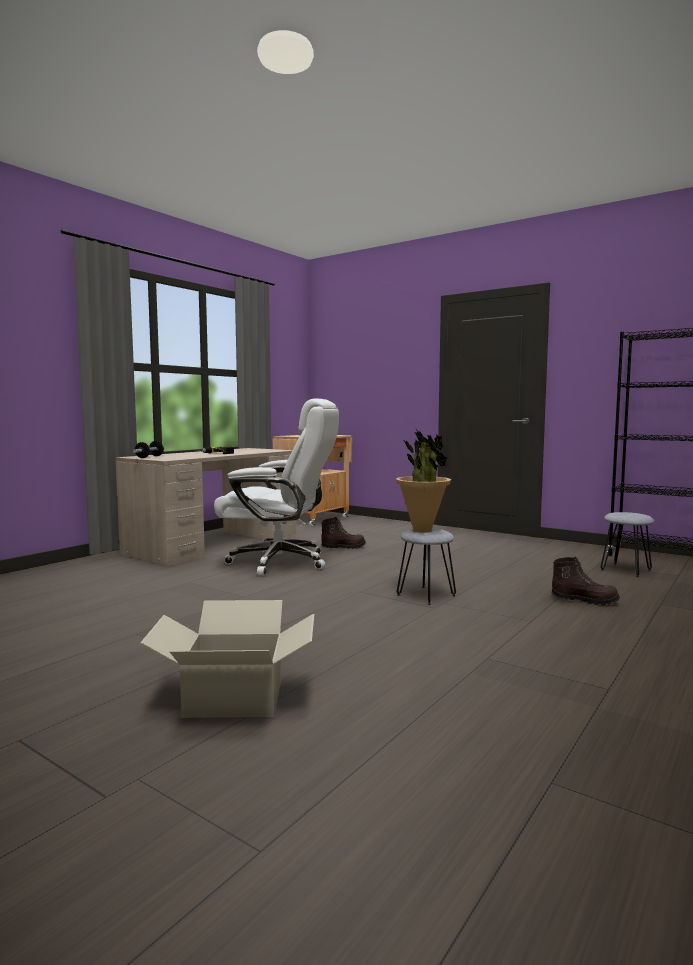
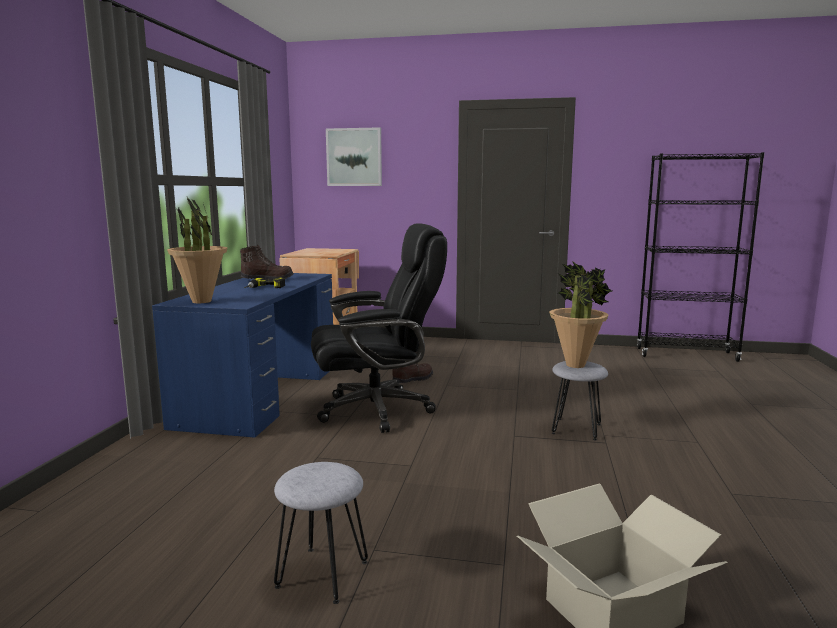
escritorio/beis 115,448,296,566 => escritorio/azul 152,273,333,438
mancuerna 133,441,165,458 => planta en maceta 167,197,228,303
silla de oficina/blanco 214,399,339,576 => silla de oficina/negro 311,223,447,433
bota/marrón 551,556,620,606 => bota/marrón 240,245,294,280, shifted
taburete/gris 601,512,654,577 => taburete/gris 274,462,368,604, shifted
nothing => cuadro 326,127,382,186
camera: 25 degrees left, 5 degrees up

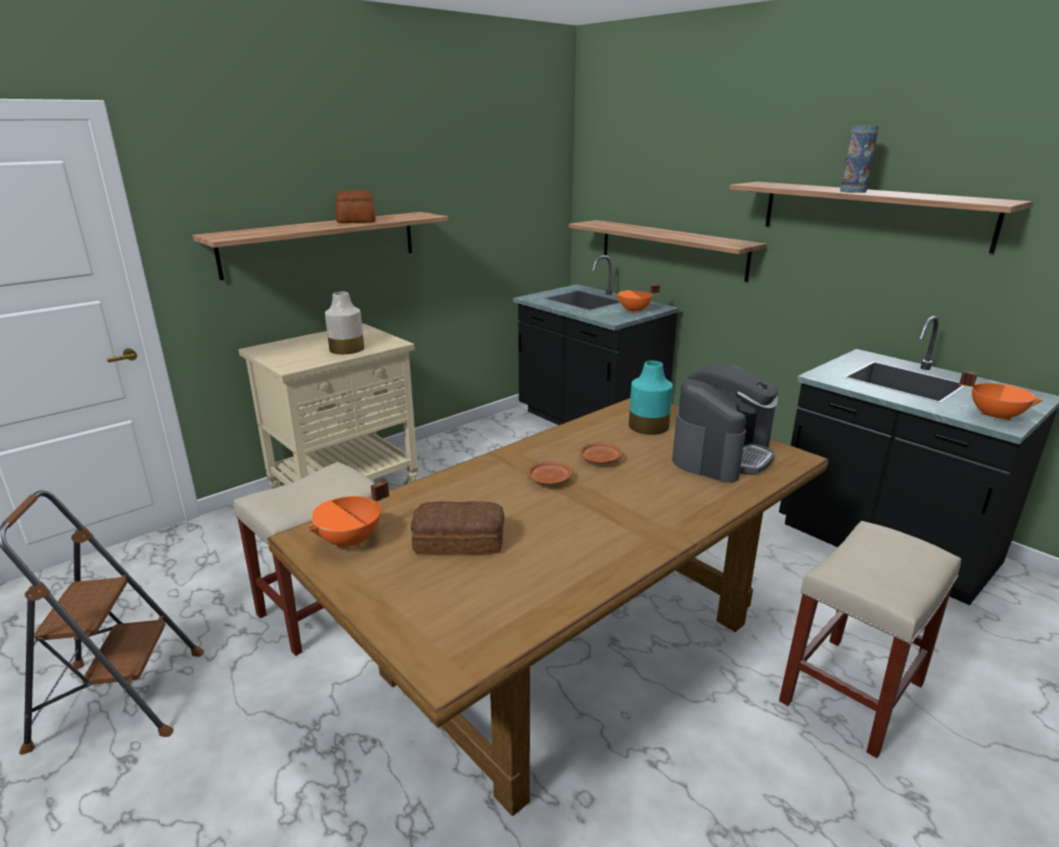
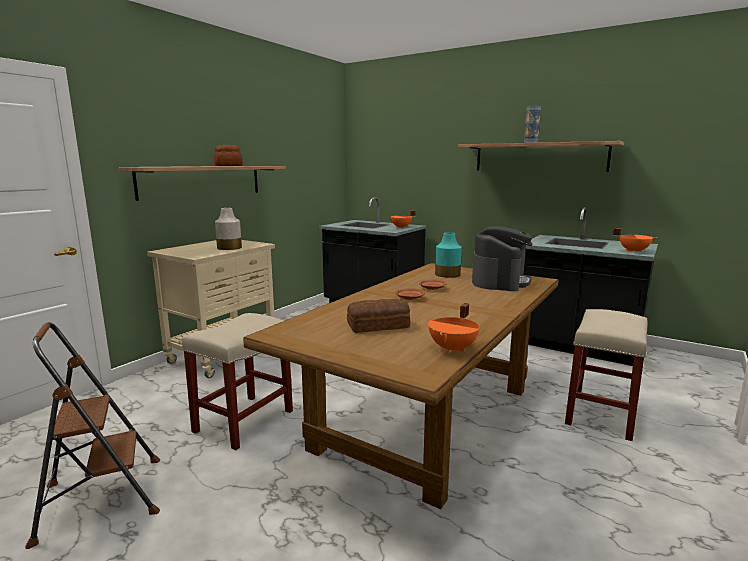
olla/naranja 307,480,389,548 => olla/naranja 428,303,480,353, shifted
estante 569,220,767,282 => nothing
camera: 15 degrees left, 10 degrees down

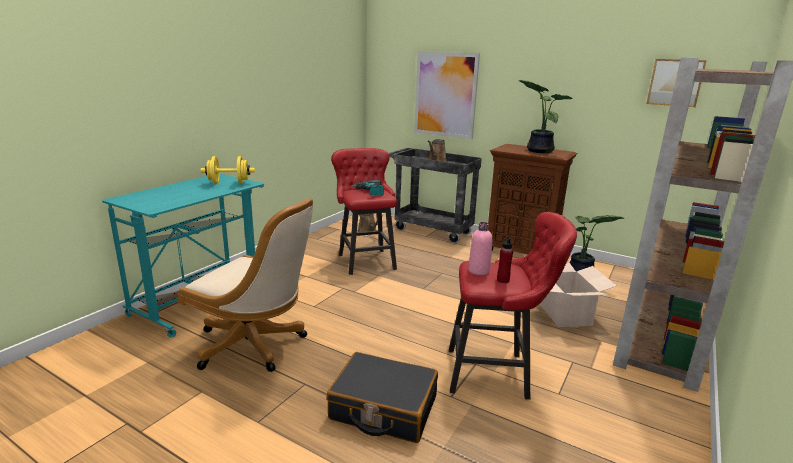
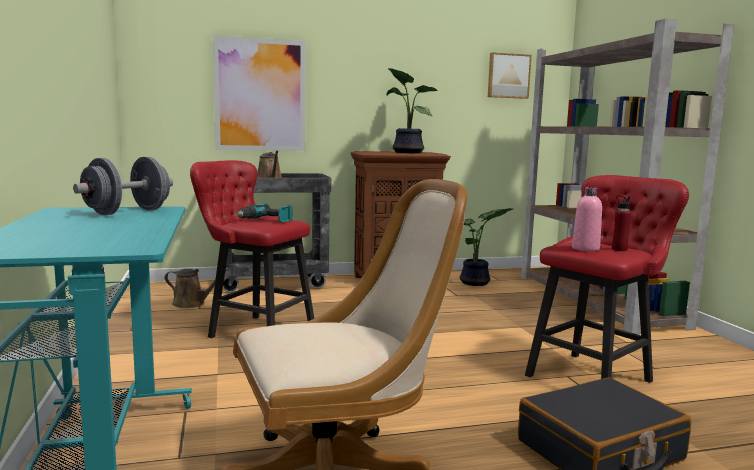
mancuerna/amarillo 201,156,255,184 => mancuerna/gris 73,157,173,215
caja de cartón 540,263,616,327 => nothing
camera: 45 degrees left, 10 degrees down

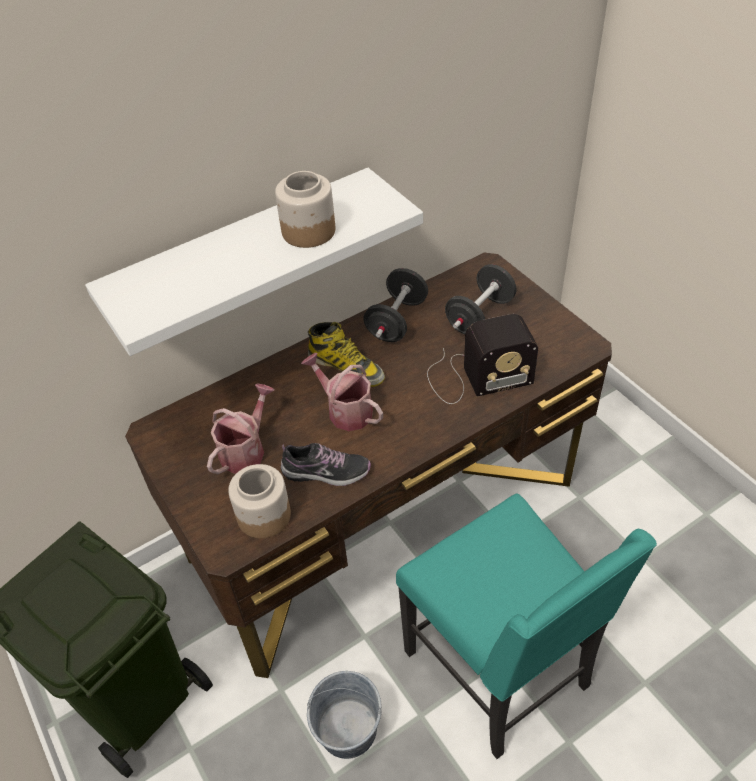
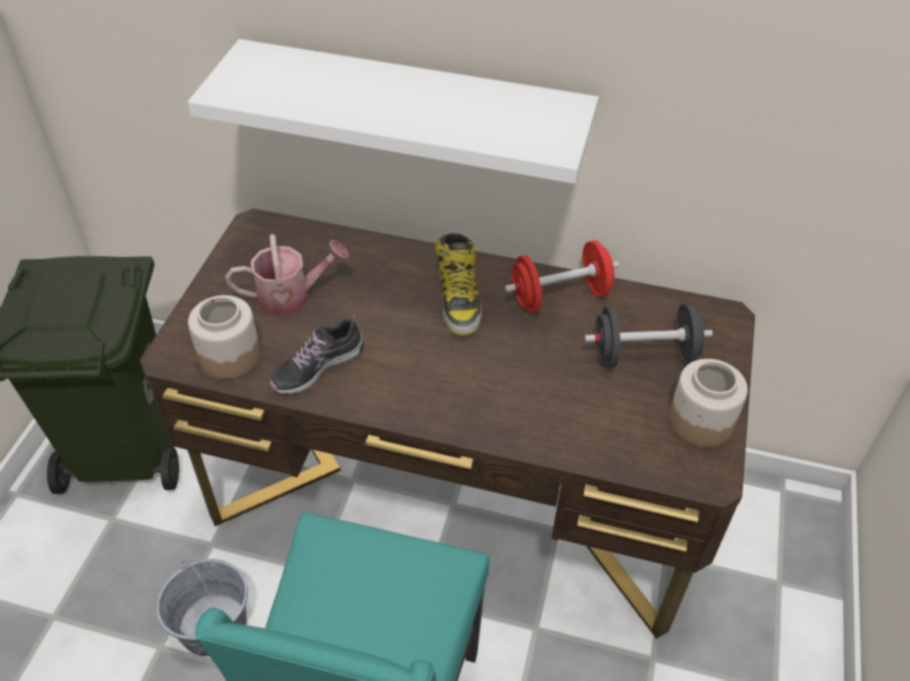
tarro 275,171,335,248 => tarro 669,359,748,447, shifted
zapato 281,443,371,486 => zapato 270,315,364,394, 90 degrees clockwise
regadera 301,353,383,431 => nothing
mancuerna/negro 363,268,428,342 => mancuerna/rojo 505,240,619,313
radio 427,314,538,404 => nothing
camera: 45 degrees right, 0 degrees up

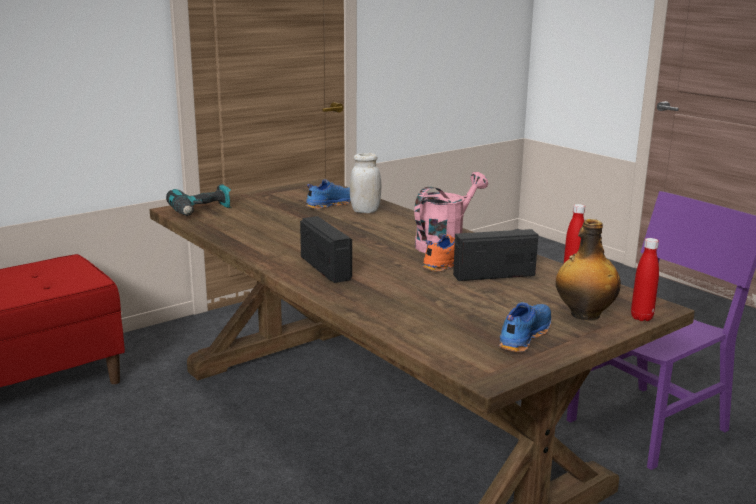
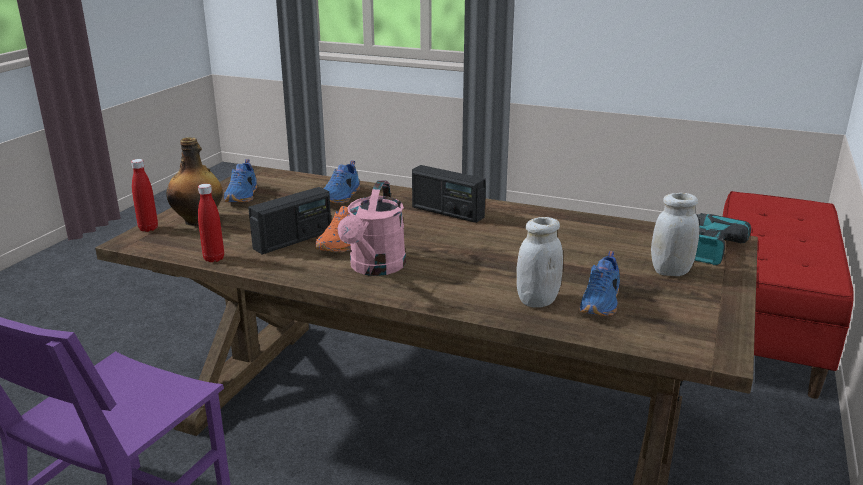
nothing => zapato/azul 324,160,360,204
nothing => tarro/blanco 651,193,699,276
camera: 150 degrees right, 5 degrees up

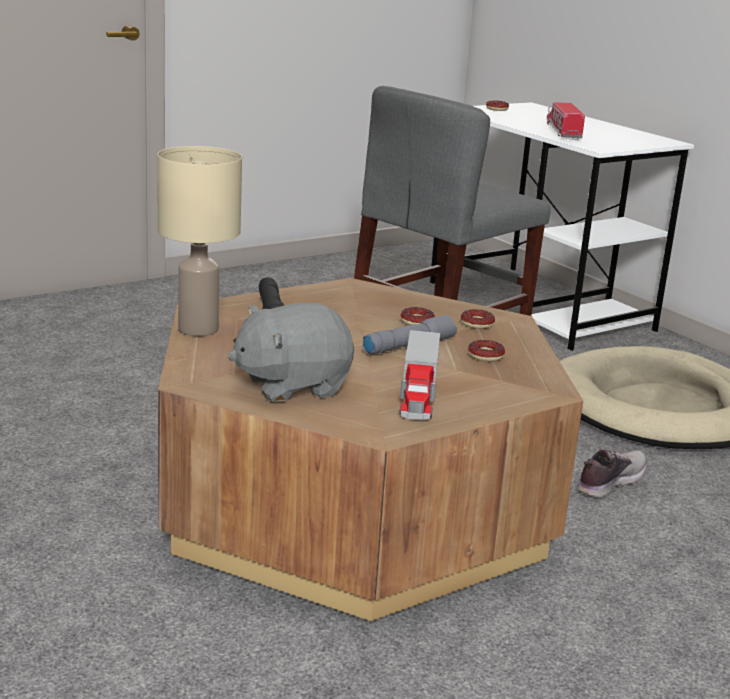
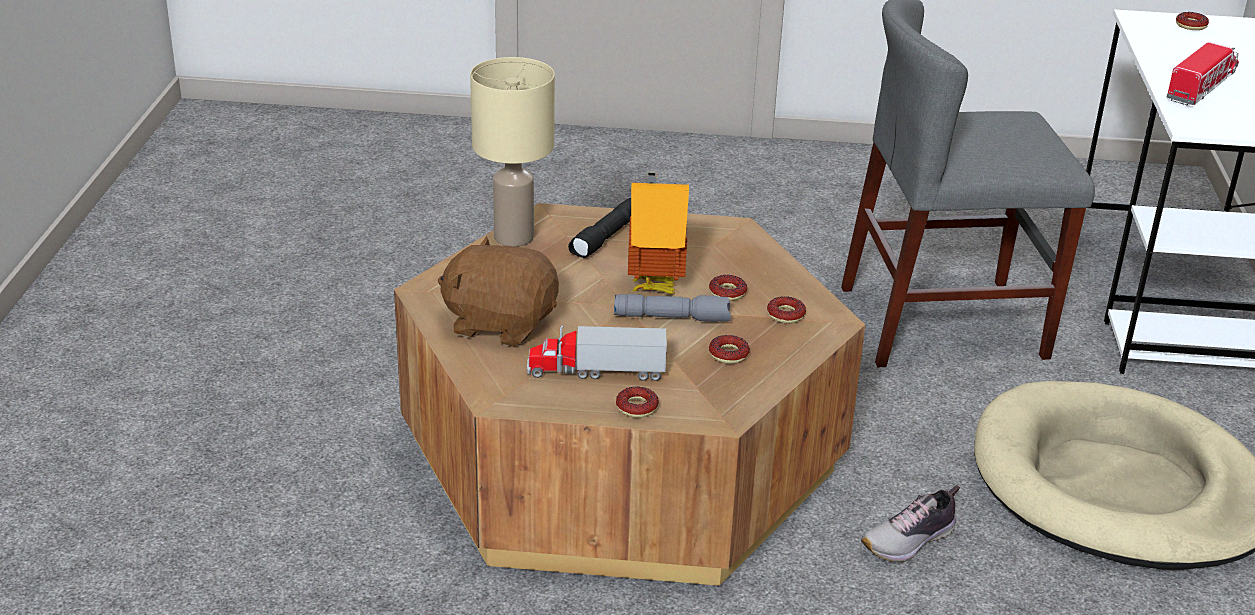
peluche/gris 228,303,354,402 => peluche/marrón 438,236,559,347
camión de juguete 399,330,440,420 => camión de juguete 527,325,667,381, 45 degrees clockwise
zapato 577,449,647,498 => zapato 861,485,960,562, 150 degrees clockwise
nothing => rosquilla 616,386,659,418
nothing => casita 628,172,689,294
camera: 40 degrees right, 10 degrees up

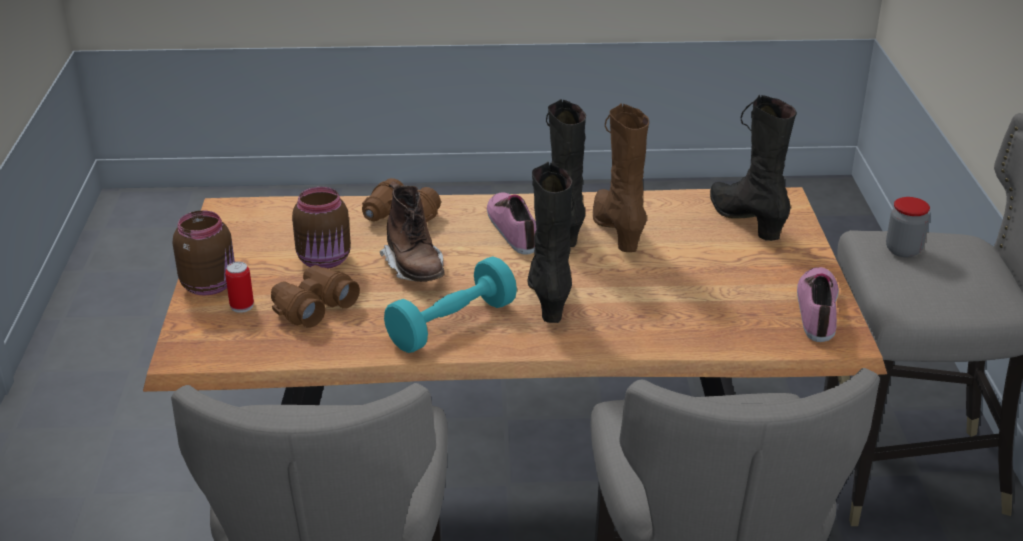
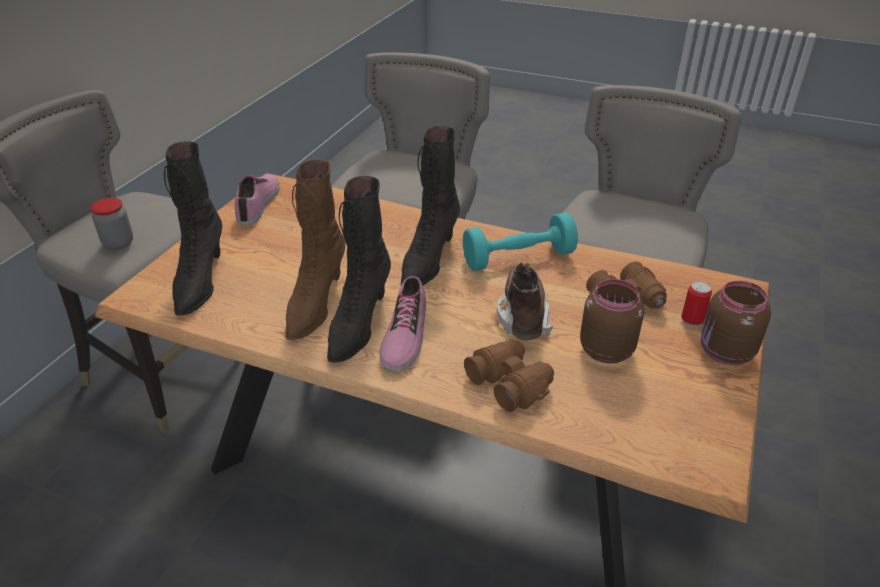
zapato 797,267,839,342 => zapato 235,174,279,226, 150 degrees clockwise
camera: 155 degrees left, 5 degrees up

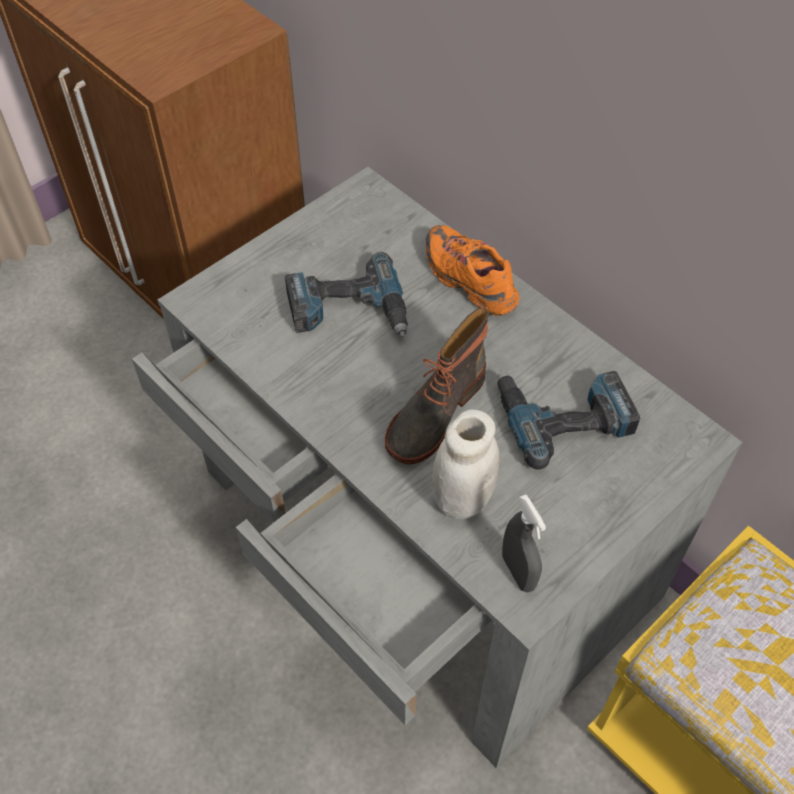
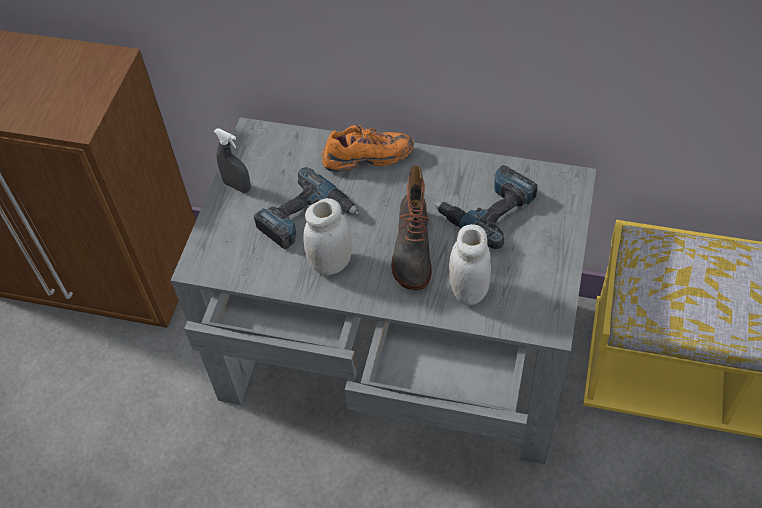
zapato/naranja 426,225,519,316 => zapato/naranja 321,125,414,172, 150 degrees clockwise
pulverizador/gris 502,495,546,593 => pulverizador/gris 214,129,251,193, shifted
nothing => tarro/blanco 303,198,352,276
camera: 30 degrees left, 0 degrees up

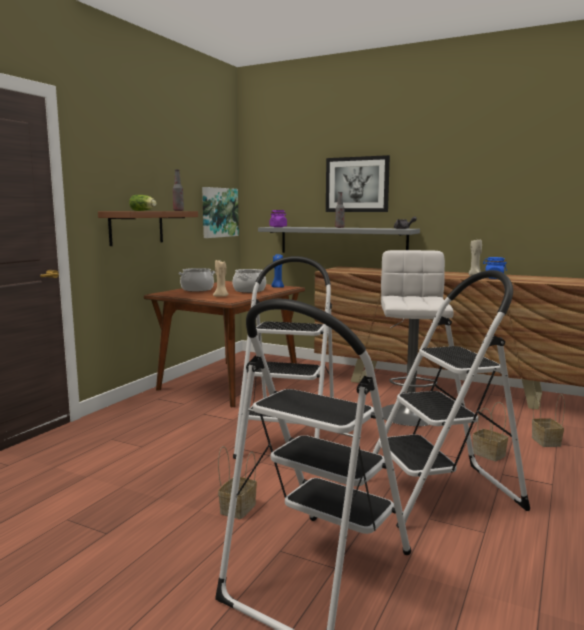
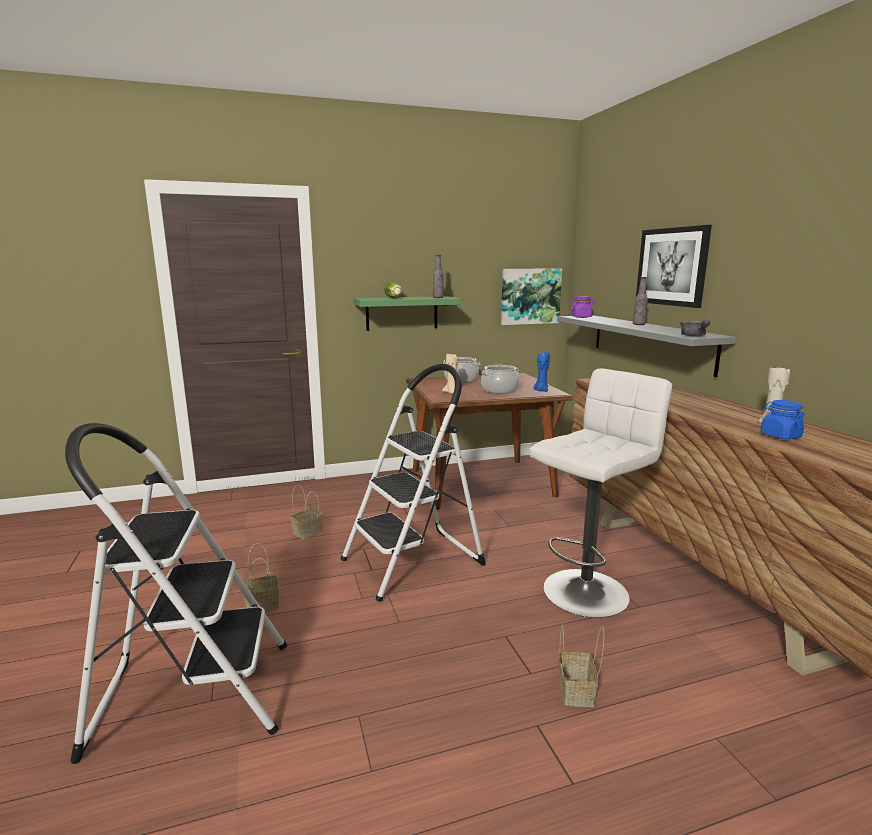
estante/marrón 98,211,198,246 => estante/verde 353,296,461,331
escalera de tijera 372,270,530,528 => nothing
cesta 532,394,565,447 => cesta 290,484,323,539, shifted
camera: 45 degrees right, 5 degrees up

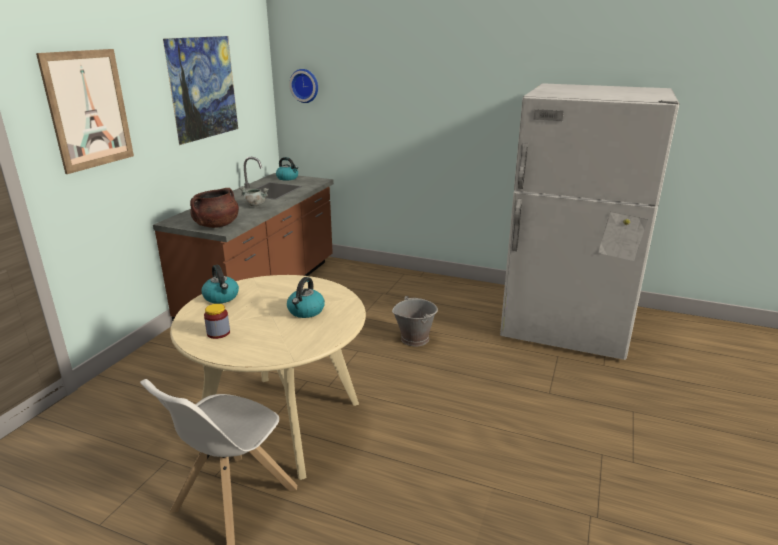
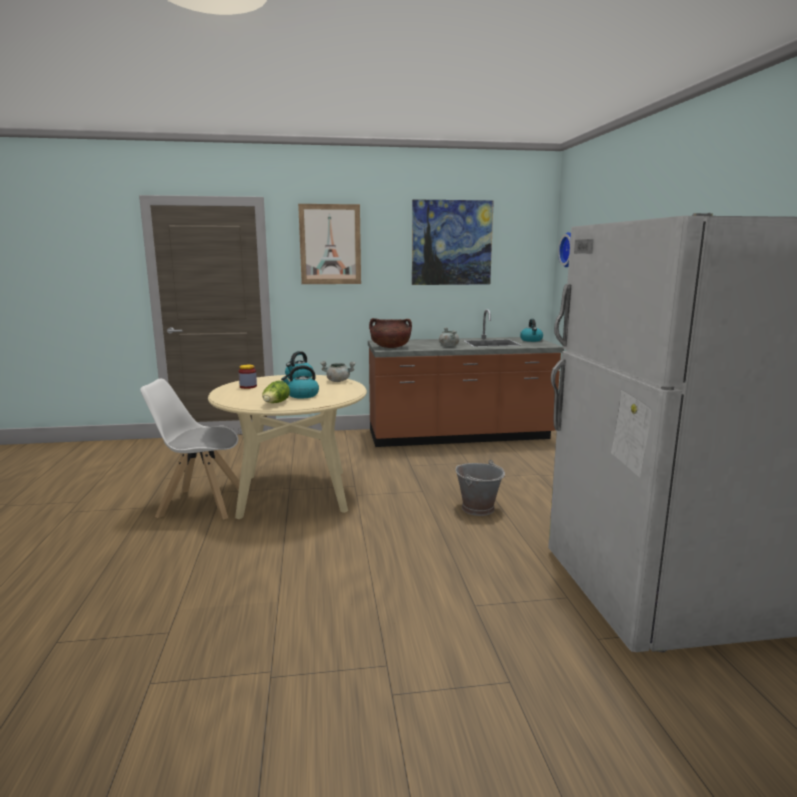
nothing => lechuga 262,380,290,403
nothing => olla/gris 320,361,356,382
camera: 60 degrees right, 10 degrees down

